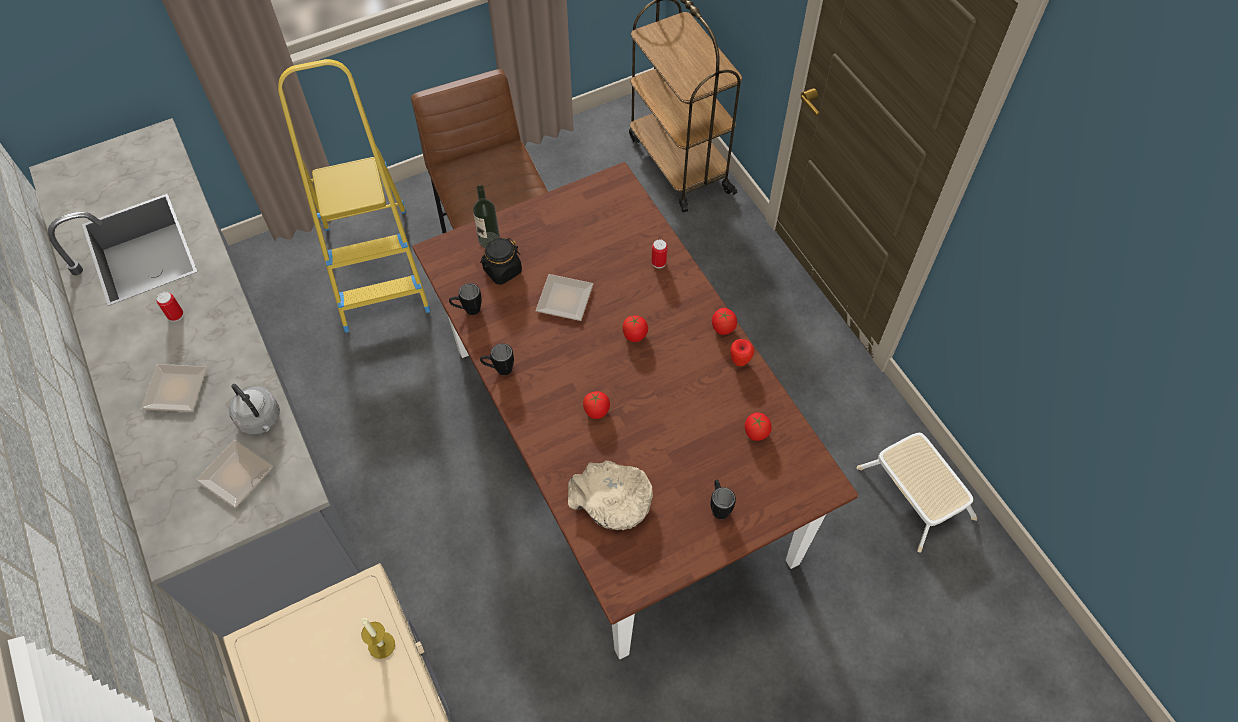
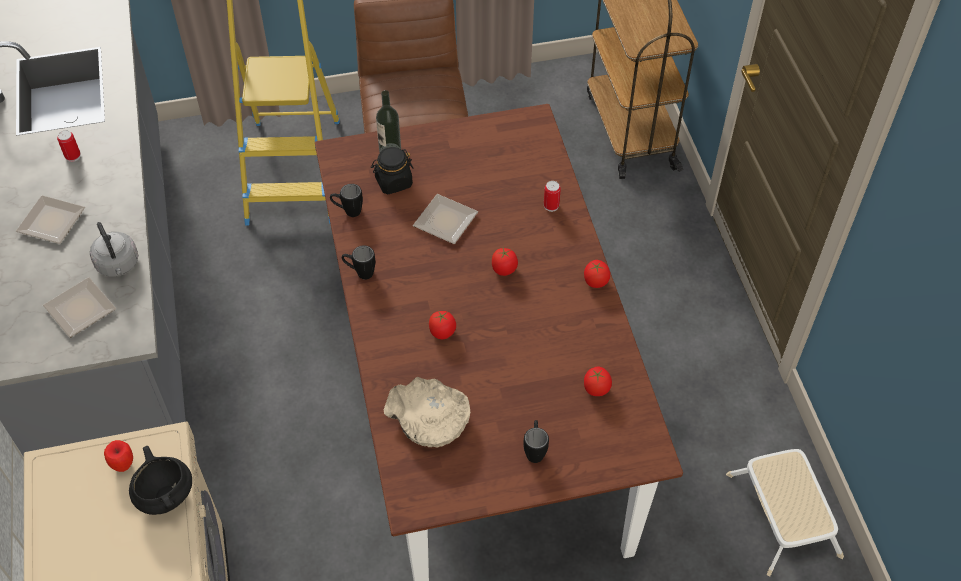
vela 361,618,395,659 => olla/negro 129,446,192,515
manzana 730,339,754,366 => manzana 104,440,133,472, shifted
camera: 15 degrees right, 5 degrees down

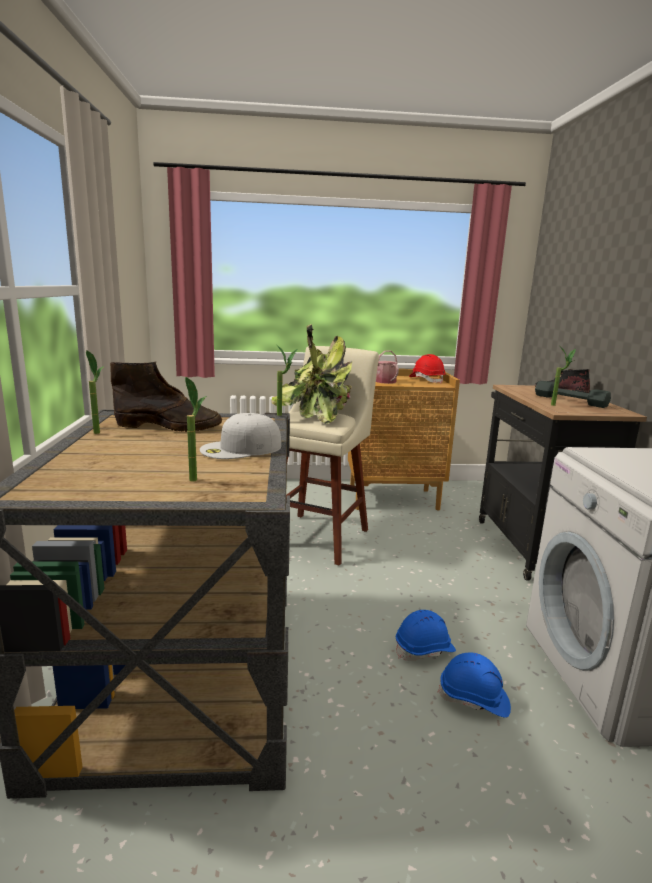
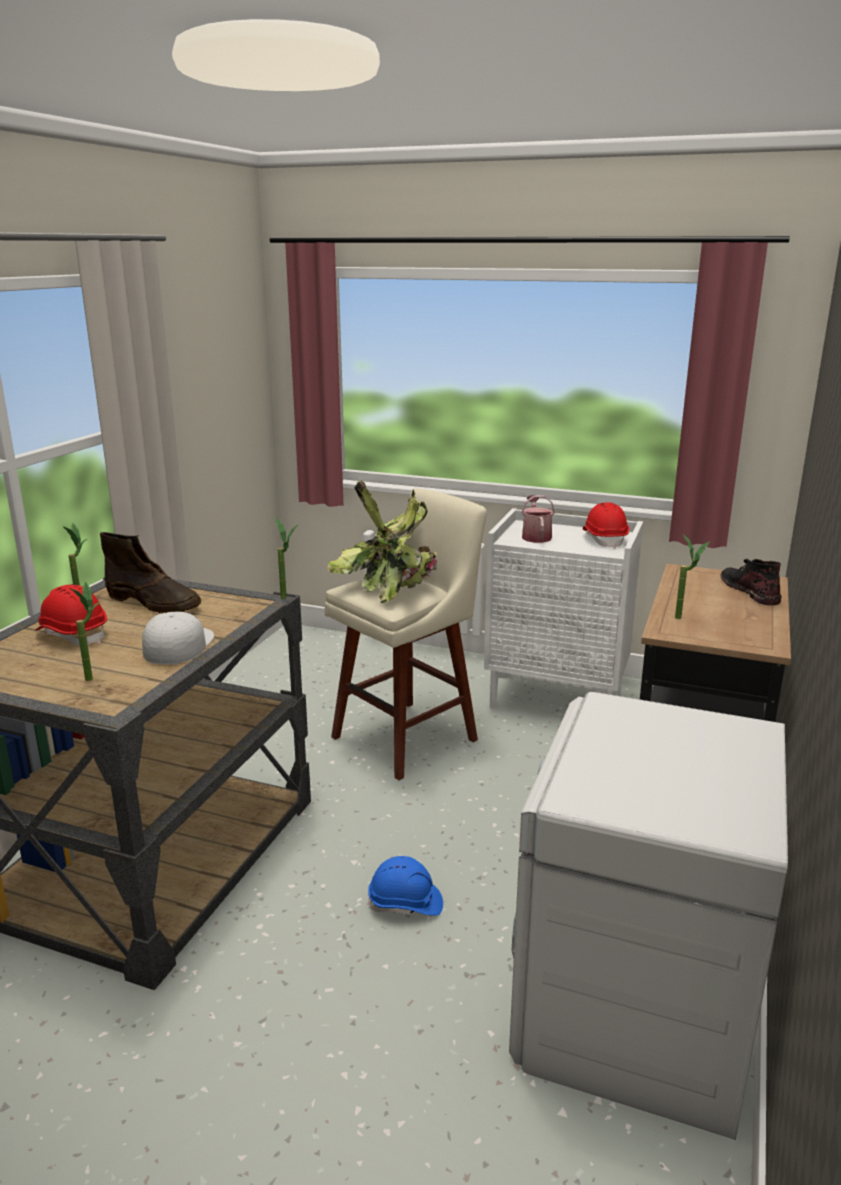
gorra/blanco 200,413,281,459 => gorra/blanco 142,612,214,665, 105 degrees clockwise
armario/marrón 348,369,460,510 => armario/blanco 484,508,643,709
casco/azul 438,653,511,718 => nothing
mancuerna/gris 535,381,611,408 => nothing
nothing => casco/rojo 35,584,107,645
camera: 25 degrees right, 5 degrees up

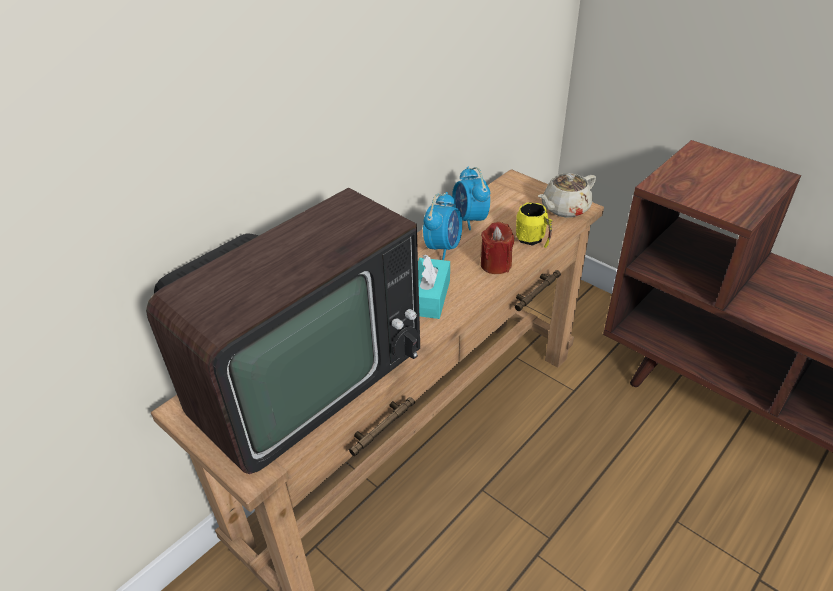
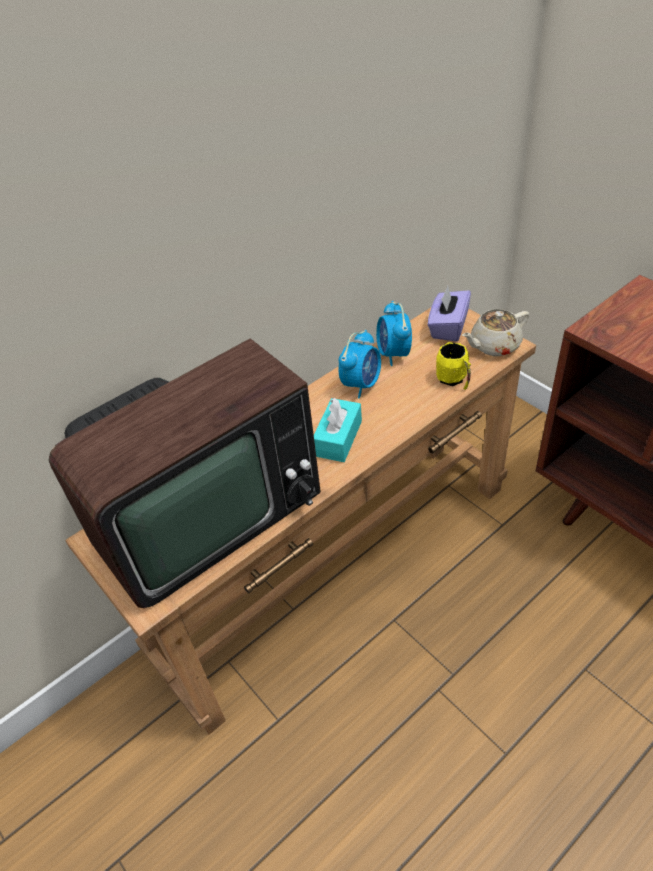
vela/rojo 481,222,514,274 => nothing
nothing => caja de pañuelos/morado 428,286,471,342
camera: 10 degrees right, 5 degrees up

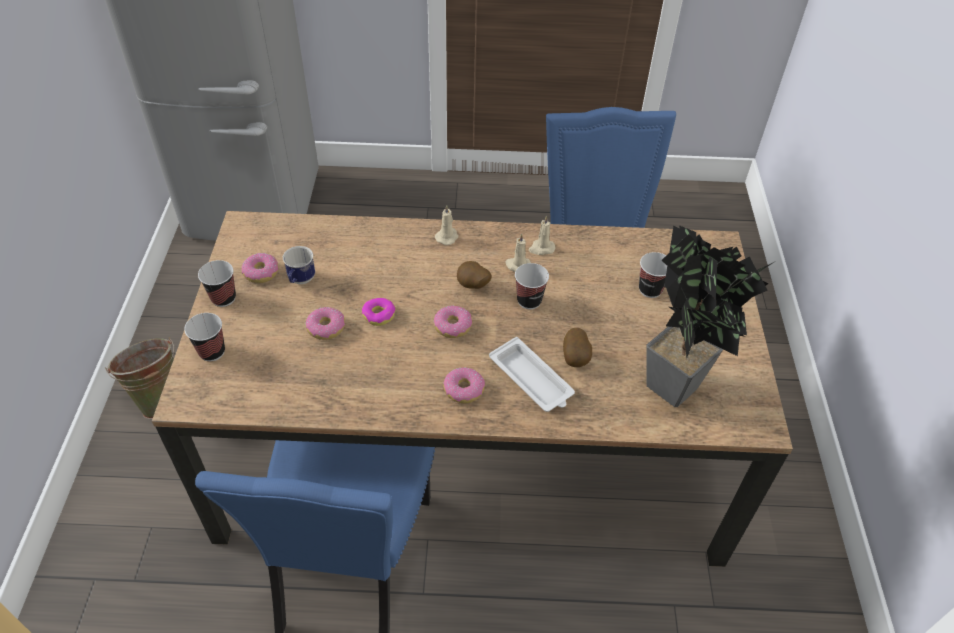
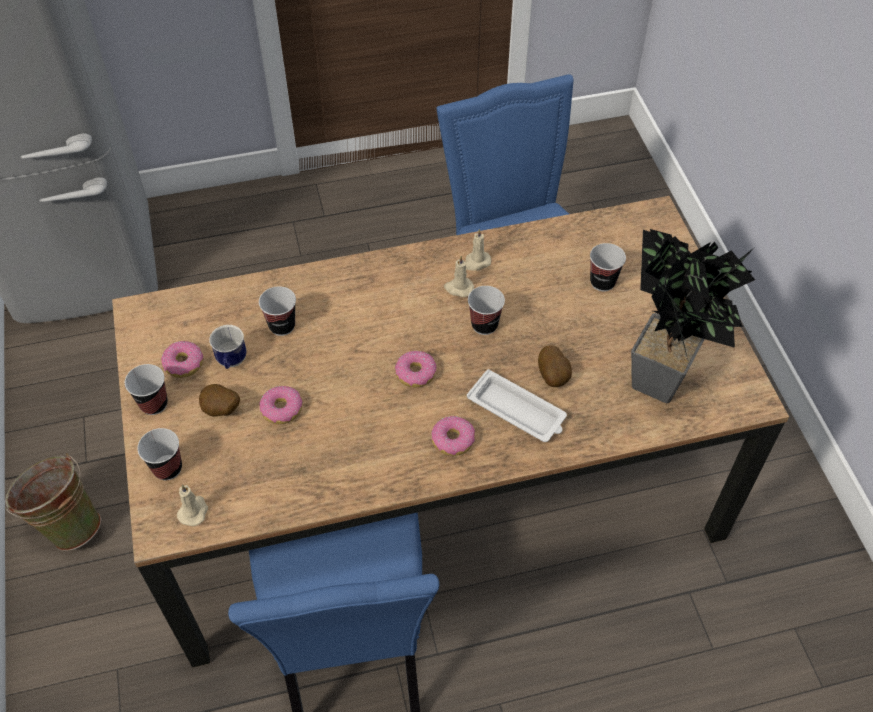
rosquilla 362,298,395,326 => nothing
vela/beis 435,205,459,245 => vela/beis 177,484,208,526, shifted
patata 457,261,491,289 => patata 199,384,240,417, shifted
nothing => taza 259,286,296,336
camera: 15 degrees left, 5 degrees up

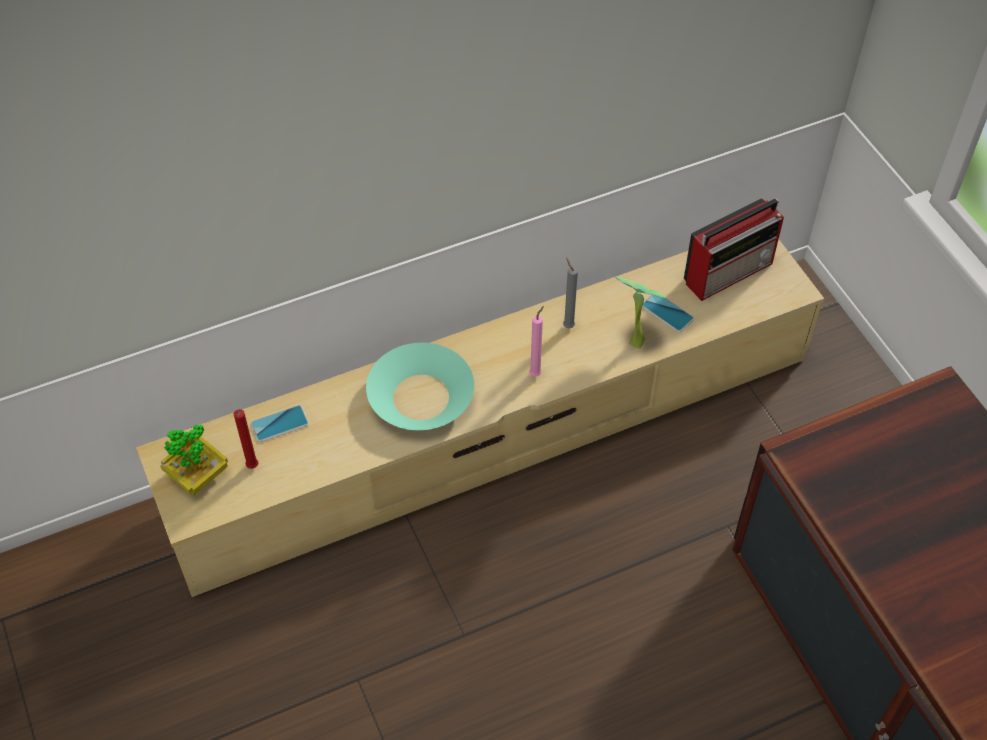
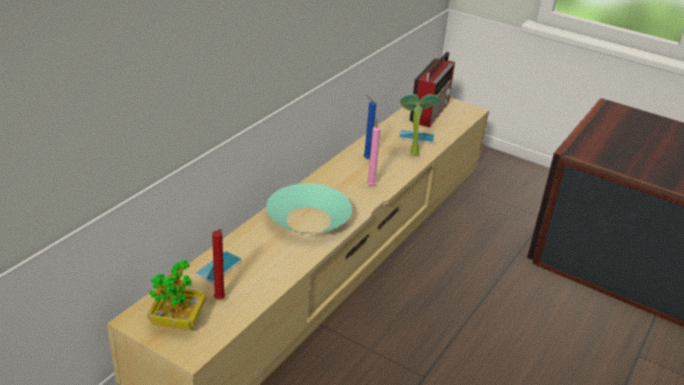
vela/gris 563,258,578,328 => vela/azul 363,95,376,159
camera: 35 degrees left, 20 degrees down

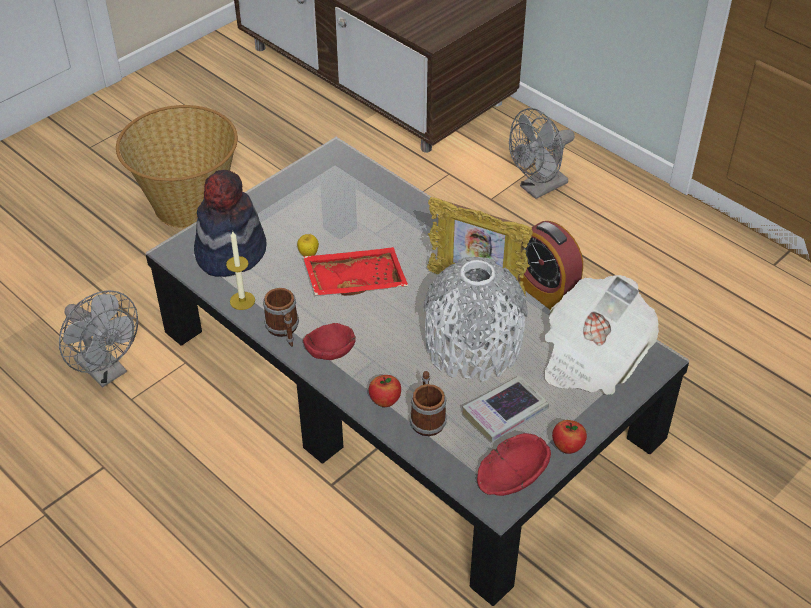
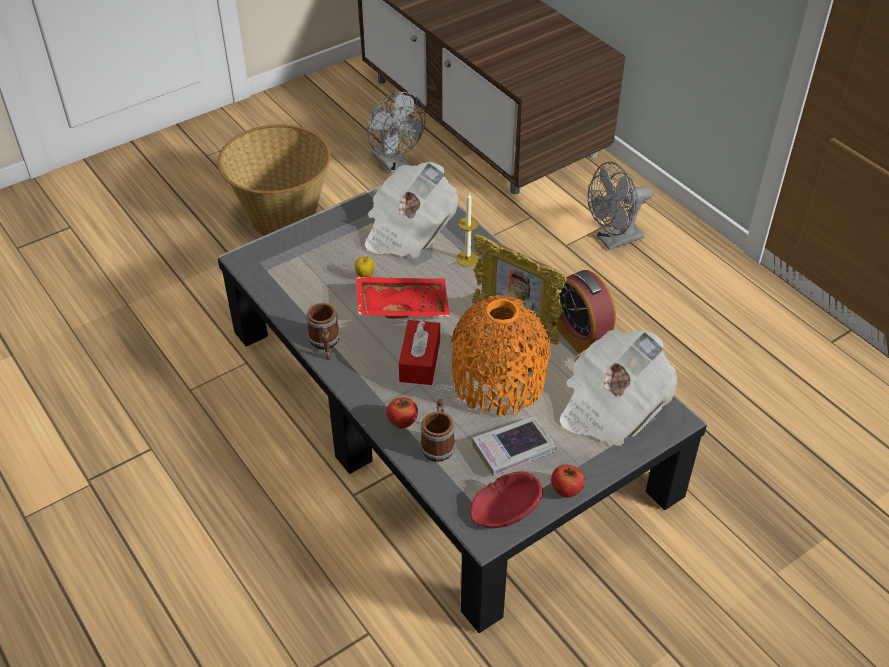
ventilador/gris 59,290,138,387 => ventilador/gris 367,92,426,174, shifted
sombrero 194,170,267,277 => nothing
vela 226,231,255,310 => vela 456,193,479,267, shifted
cuenco/rojo 303,323,356,360 => nothing
florero/gris 423,257,528,381 => florero/naranja 450,295,551,416
nothing => periódico 365,162,458,258
nothing => caja de pañuelos/rojo 399,319,440,385
camera: 10 degrees right, 0 degrees up

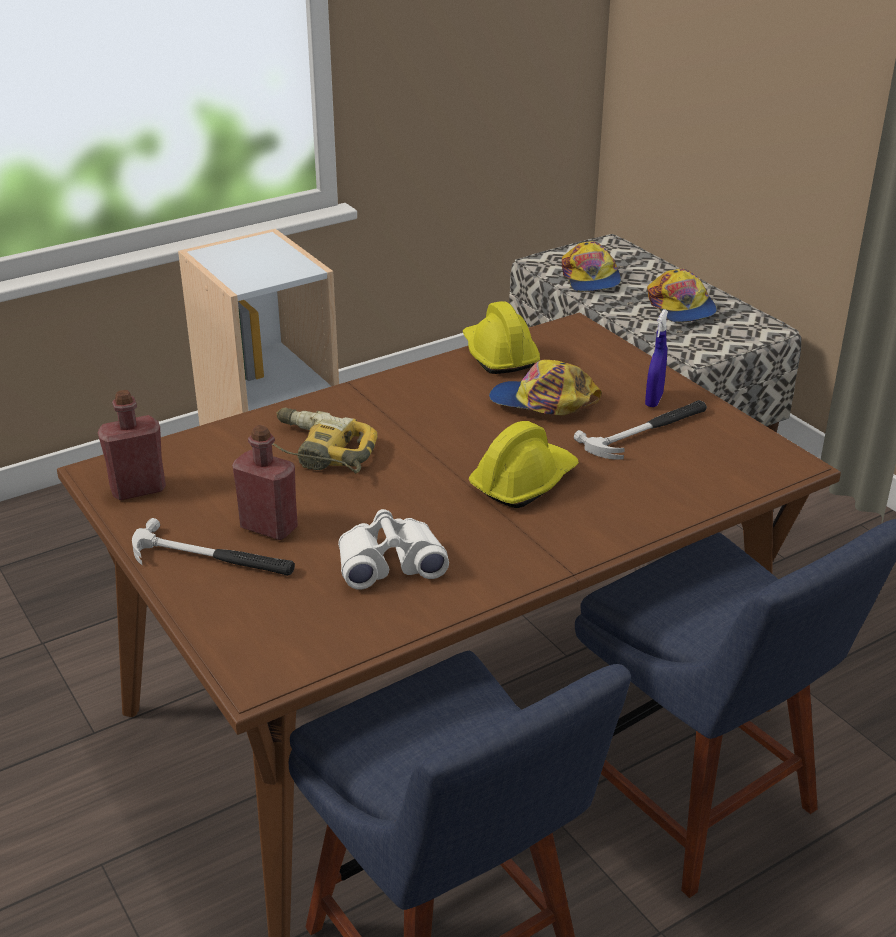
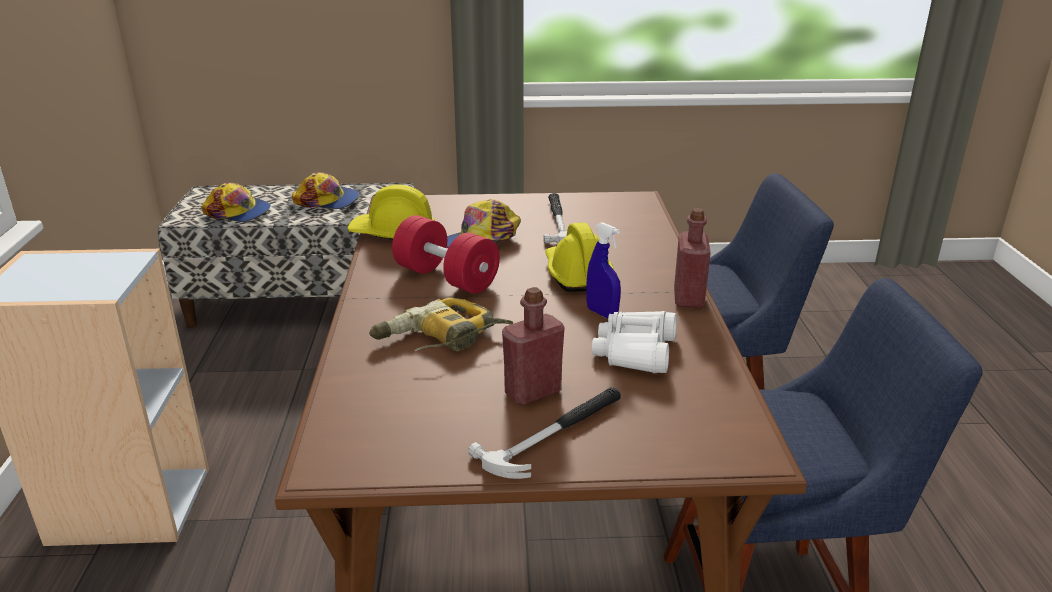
botella/rojo 98,390,166,500 => botella/rojo 674,208,711,308, shifted
pulverizador/azul 645,309,668,407 => pulverizador/azul 586,222,621,318, shifted
nothing => mancuerna/rojo 392,215,500,294
camera: 60 degrees left, 5 degrees down

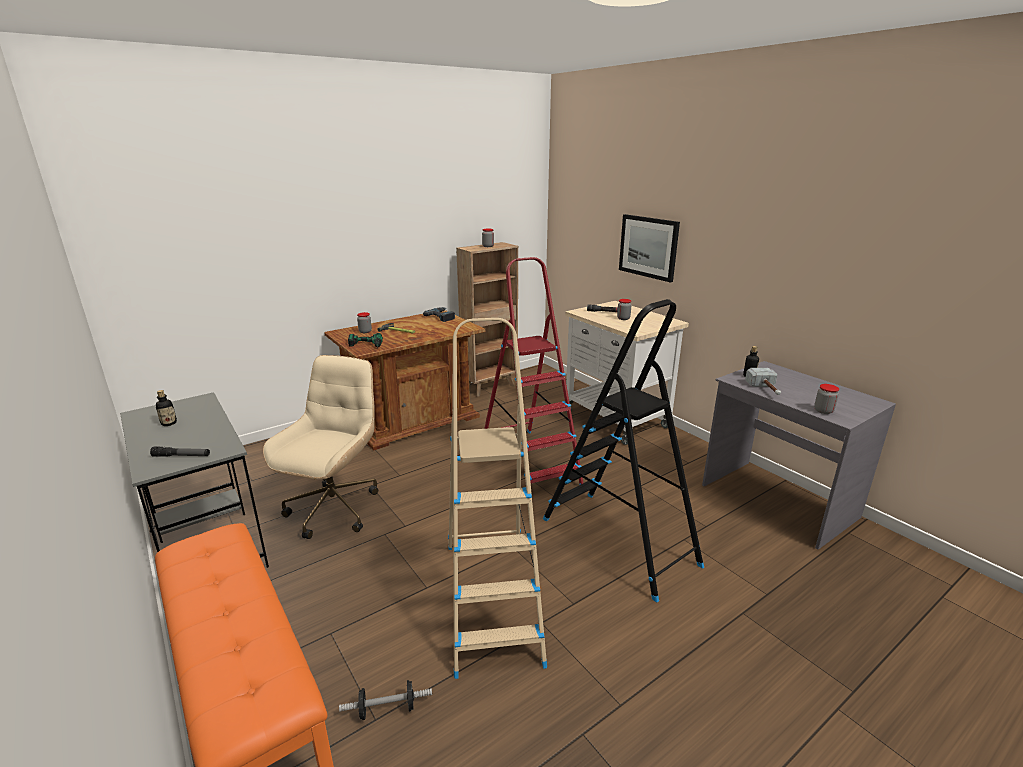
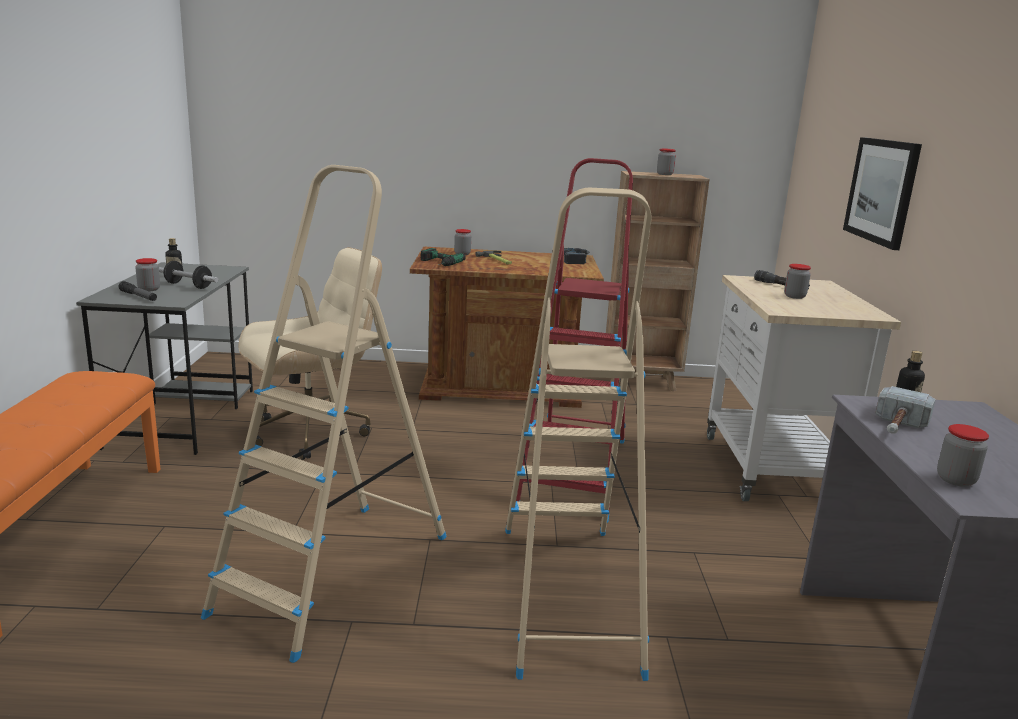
mancuerna 339,680,432,720 => mancuerna 159,261,219,289, shifted
escalera de tijera/negro 543,299,704,602 => escalera de tijera/beis 505,188,652,681
nothing => tarro 135,258,160,291
camera: 35 degrees right, 5 degrees down

